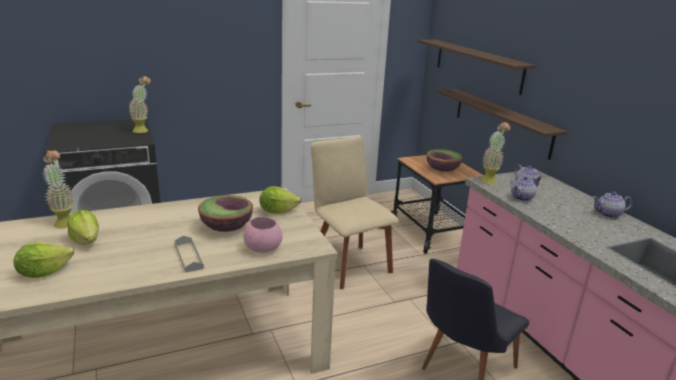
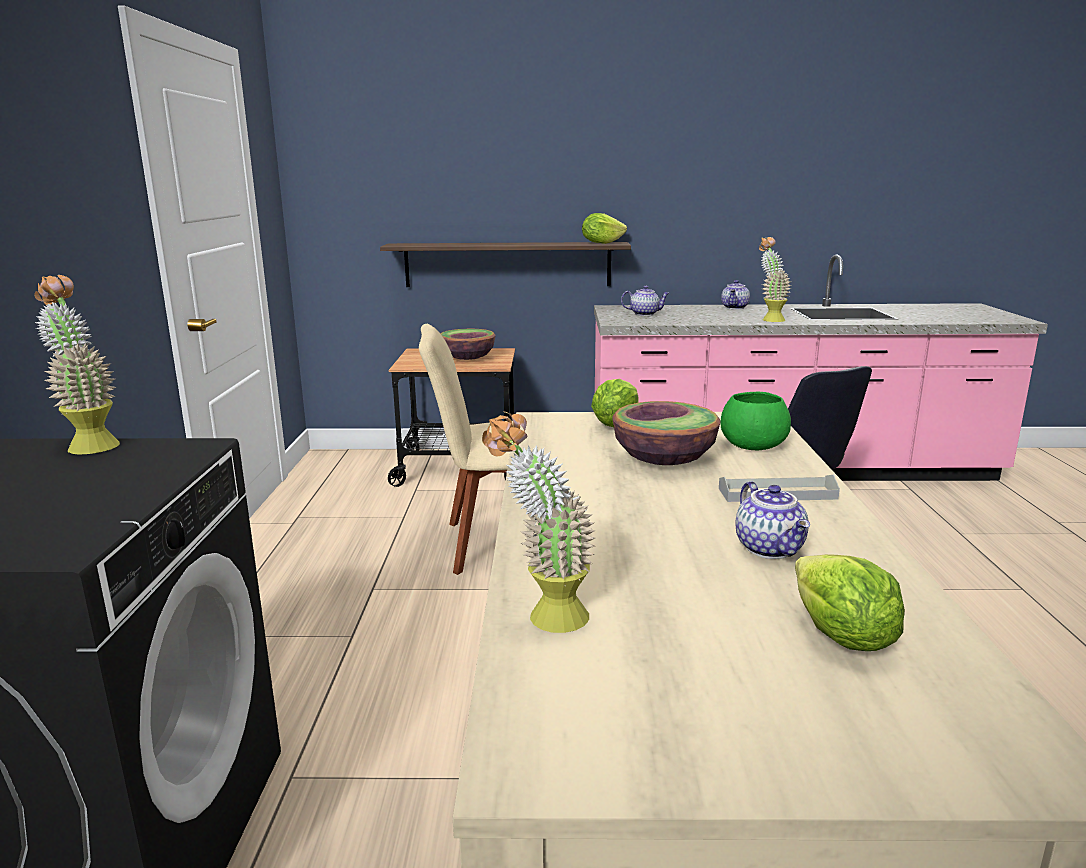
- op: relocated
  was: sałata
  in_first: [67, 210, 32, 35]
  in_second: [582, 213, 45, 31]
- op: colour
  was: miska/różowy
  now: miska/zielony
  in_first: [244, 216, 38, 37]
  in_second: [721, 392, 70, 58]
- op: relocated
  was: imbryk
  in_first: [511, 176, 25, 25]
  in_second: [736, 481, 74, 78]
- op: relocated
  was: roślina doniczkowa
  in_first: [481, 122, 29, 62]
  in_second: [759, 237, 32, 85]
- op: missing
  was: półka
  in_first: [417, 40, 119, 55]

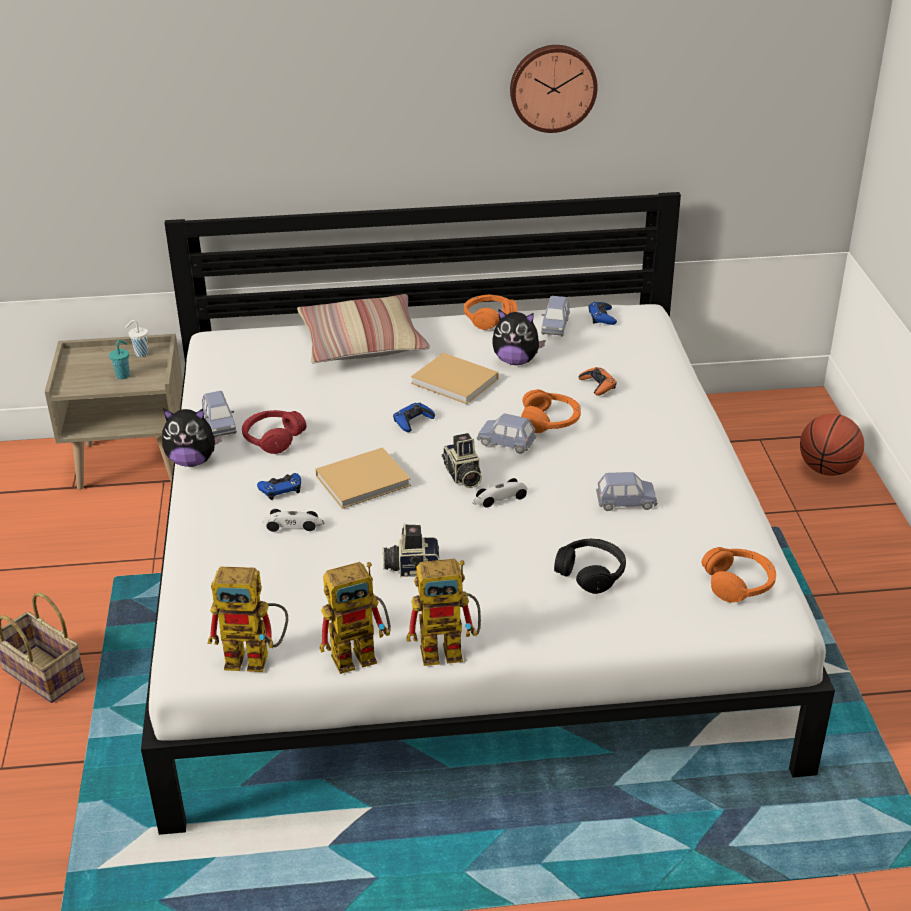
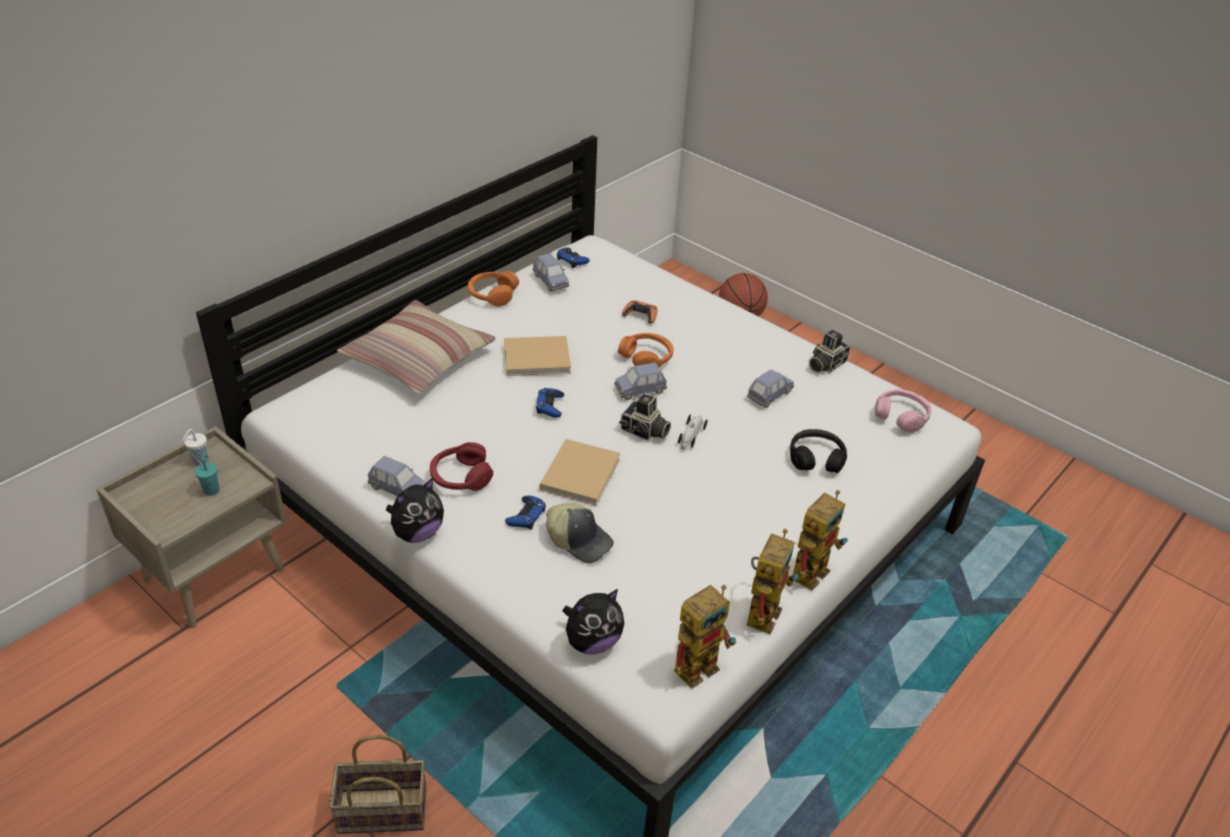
- op: exchanged
  was: samochodzik
  now: czapka z daszkiem
  in_first: [263, 509, 61, 23]
  in_second: [546, 503, 68, 60]
- op: relocated
  was: pluszak
  in_first: [492, 309, 54, 56]
  in_second: [563, 589, 61, 66]
- op: relocated
  was: aparat fotograficzny
  in_first: [383, 523, 56, 54]
  in_second: [809, 330, 41, 43]
- op: colour
  was: słuchawki/pomarańczowy
  now: słuchawki/różowy
  in_first: [702, 547, 74, 56]
  in_second: [875, 389, 56, 44]
- op: missing
  was: zegar ścienny
  in_first: [510, 45, 88, 88]

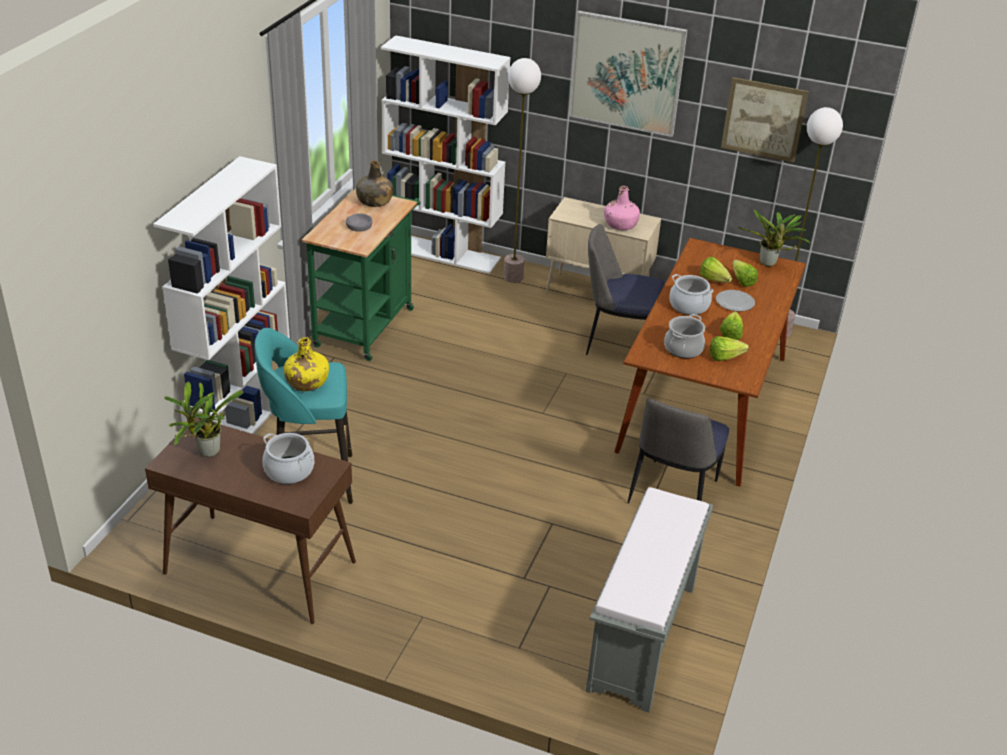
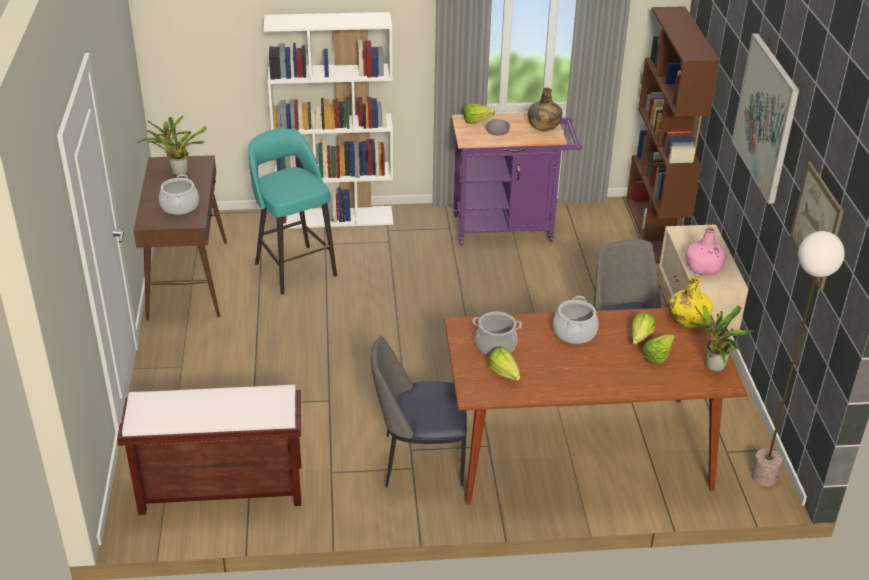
- op: colour
  was: ławka/szary
  now: ławka/brązowy
  in_first: [586, 487, 127, 226]
  in_second: [117, 385, 184, 130]
- op: colour
  was: wózek/zielony
  now: wózek/fioletowy
  in_first: [302, 188, 118, 173]
  in_second: [452, 113, 130, 132]
- op: relocated
  was: sałata
  in_first: [720, 311, 23, 29]
  in_second: [464, 104, 31, 20]
- op: colour
  was: regał/biały
  now: regał/brązowy
  in_first: [381, 35, 130, 239]
  in_second: [626, 6, 94, 258]
- op: relocated
  was: butelka/żółty
  in_first: [284, 337, 45, 54]
  in_second: [668, 276, 45, 52]
- op: missing
  was: lampa stojąca
  in_first: [504, 58, 37, 225]
- op: missing
  was: talerz
  in_first: [716, 290, 39, 21]

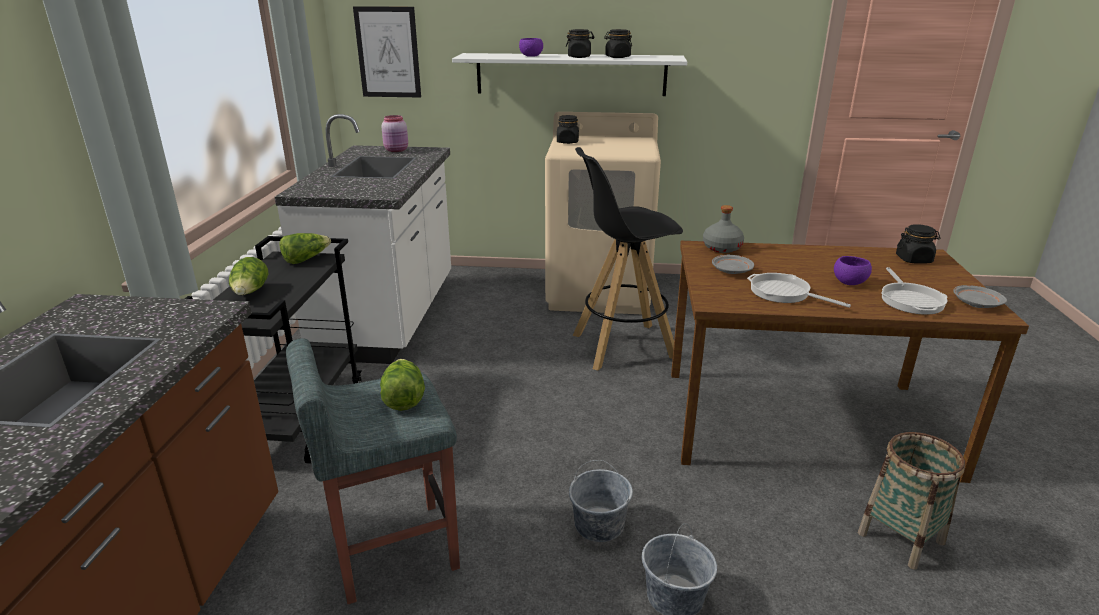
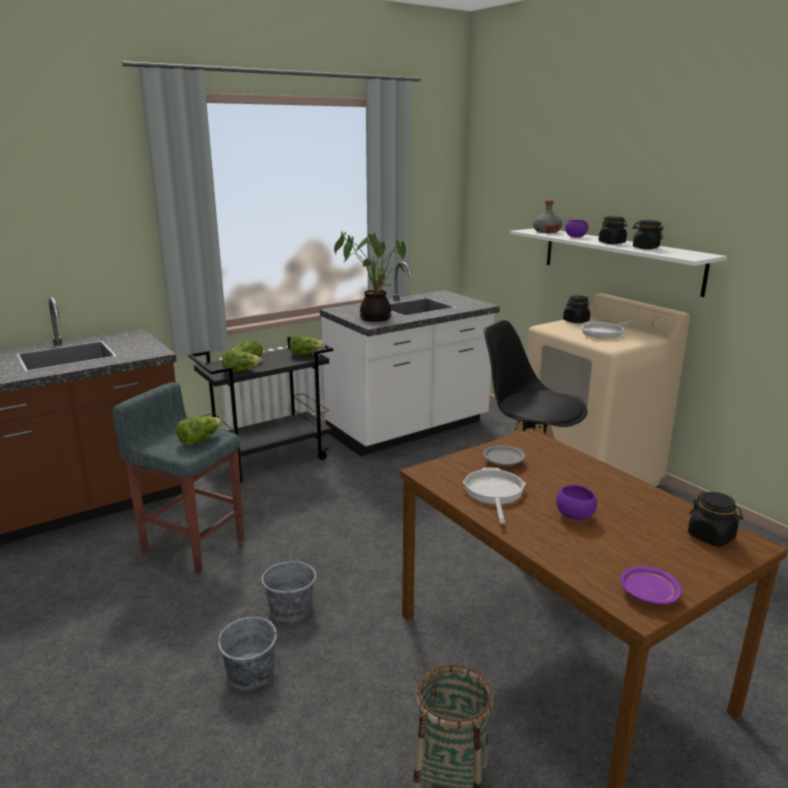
- op: appeared
  now: sałata
  in_second: [222, 350, 40, 23]
- op: appeared
  now: roślina doniczkowa
  in_second: [334, 232, 72, 90]
- op: relocated
  was: butelka/szary
  in_first: [703, 205, 41, 48]
  in_second: [533, 200, 29, 33]
- op: relocated
  was: patelnia
  in_first: [882, 267, 66, 48]
  in_second: [582, 320, 52, 18]
- op: colour
  was: talerz/szary
  now: talerz/fioletowy
  in_first: [953, 285, 54, 23]
  in_second: [620, 566, 62, 38]
- op: missing
  was: obraz
  in_first: [353, 6, 68, 91]
- op: missing
  was: słoik/różowy
  in_first: [381, 115, 27, 37]

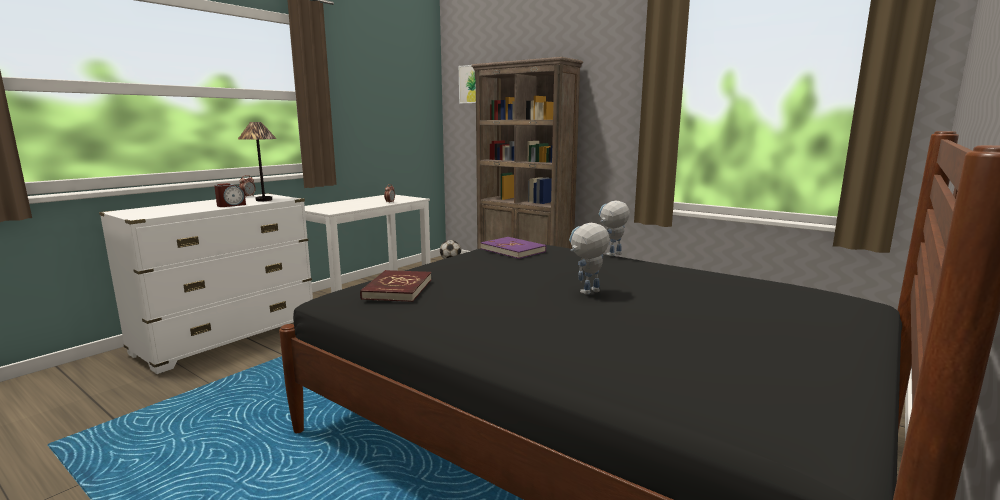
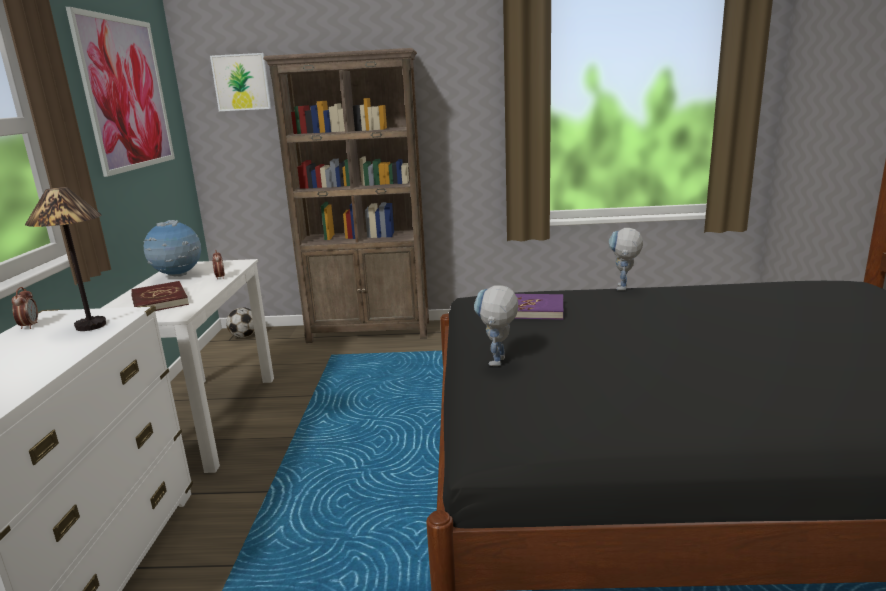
- op: appeared
  now: obraz
  in_second: [66, 7, 109, 170]
- op: relocated
  was: książka/czerwony
  in_first: [360, 270, 72, 32]
  in_second: [132, 281, 57, 30]
- op: appeared
  now: globus
  in_second: [144, 220, 57, 57]
- op: relocated
  was: robot zabawkowy
  in_first: [569, 223, 41, 72]
  in_second: [474, 285, 45, 81]
- op: missing
  was: budzik
  in_first: [214, 183, 32, 24]

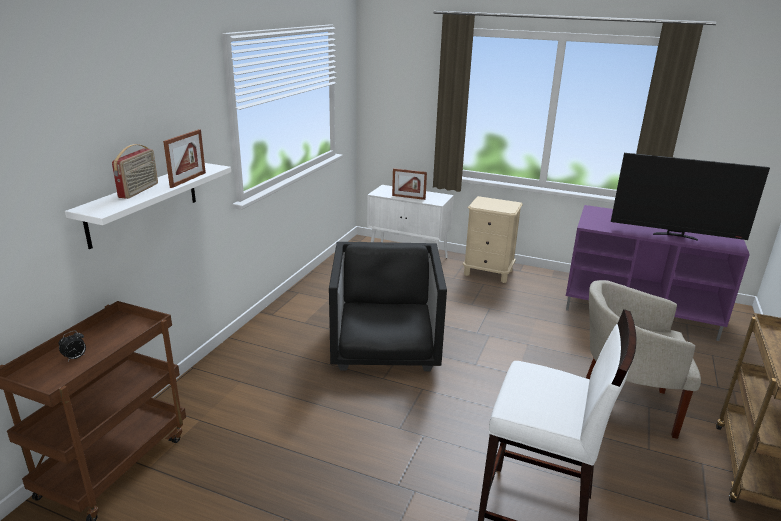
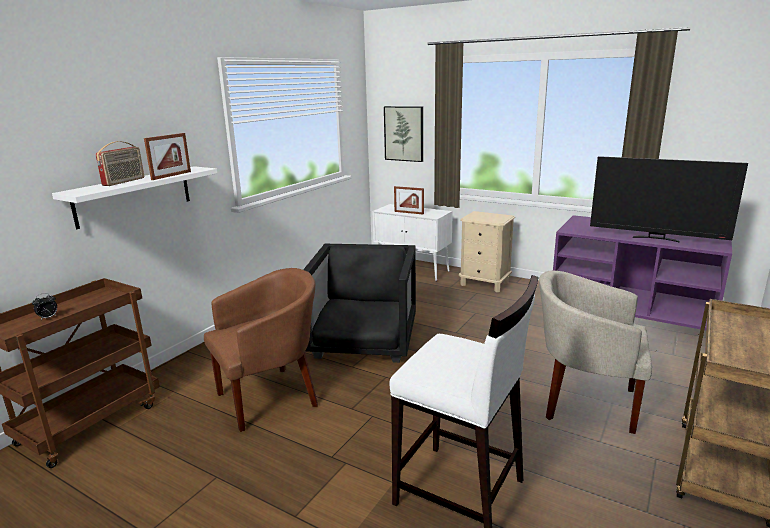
- op: appeared
  now: fotel/brązowy
  in_second: [204, 268, 114, 164]
- op: appeared
  now: obraz
  in_second: [384, 106, 39, 56]

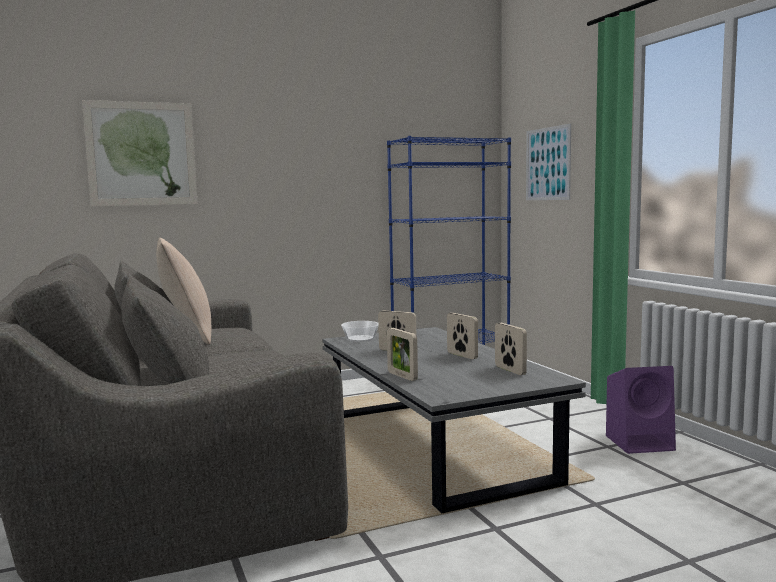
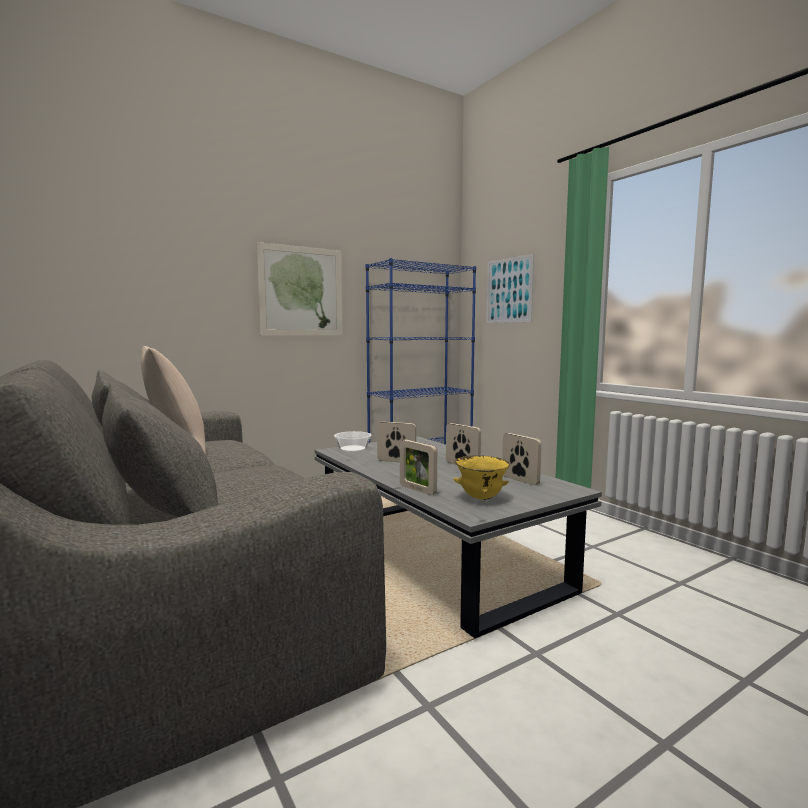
- op: relocated
  was: obraz
  in_first: [82, 100, 116, 107]
  in_second: [257, 242, 86, 94]
- op: appeared
  now: miska/żółty
  in_second: [453, 455, 57, 45]
- op: missing
  was: głośnik/fioletowy
  in_first: [606, 366, 70, 88]

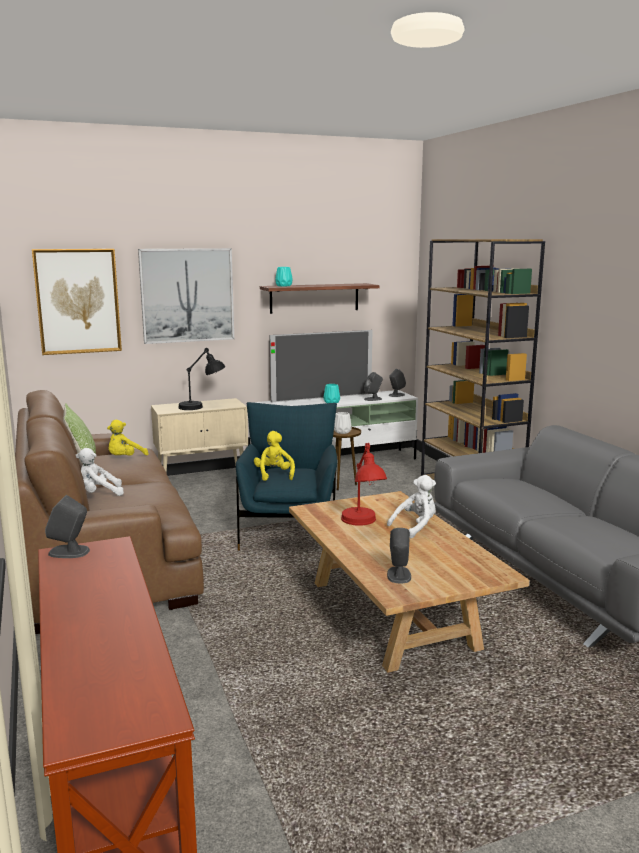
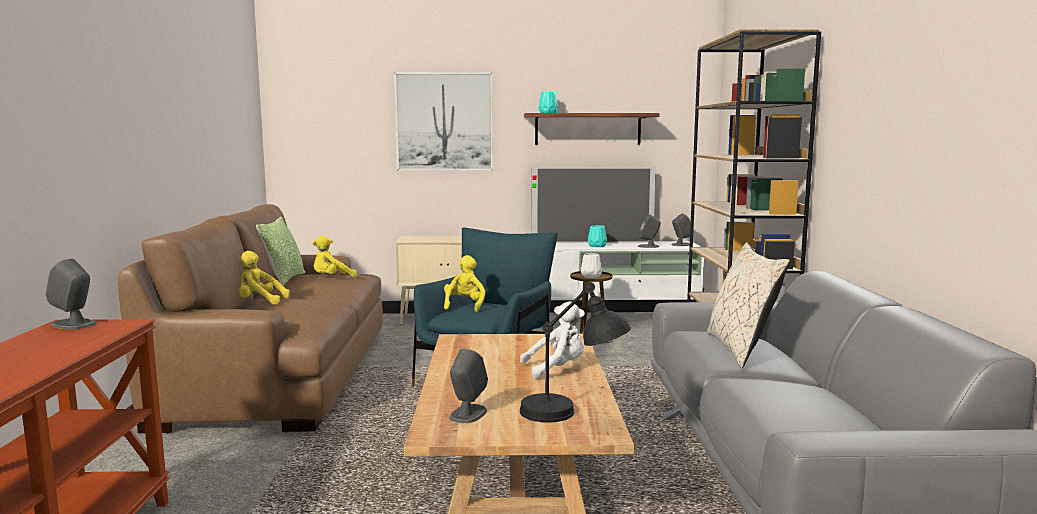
- op: colour
  was: pluszak/biały
  now: pluszak/żółty
  in_first: [76, 448, 48, 48]
  in_second: [239, 251, 51, 54]
- op: relocated
  was: lampa stołowa/czarny
  in_first: [178, 348, 48, 62]
  in_second: [520, 282, 111, 141]
- op: appeared
  now: poduszka/beżowy
  in_second: [707, 243, 83, 125]
- op: missing
  was: obraz
  in_first: [32, 249, 90, 106]
- op: missing
  was: lampa stołowa/czerwony
  in_first: [341, 443, 46, 83]

